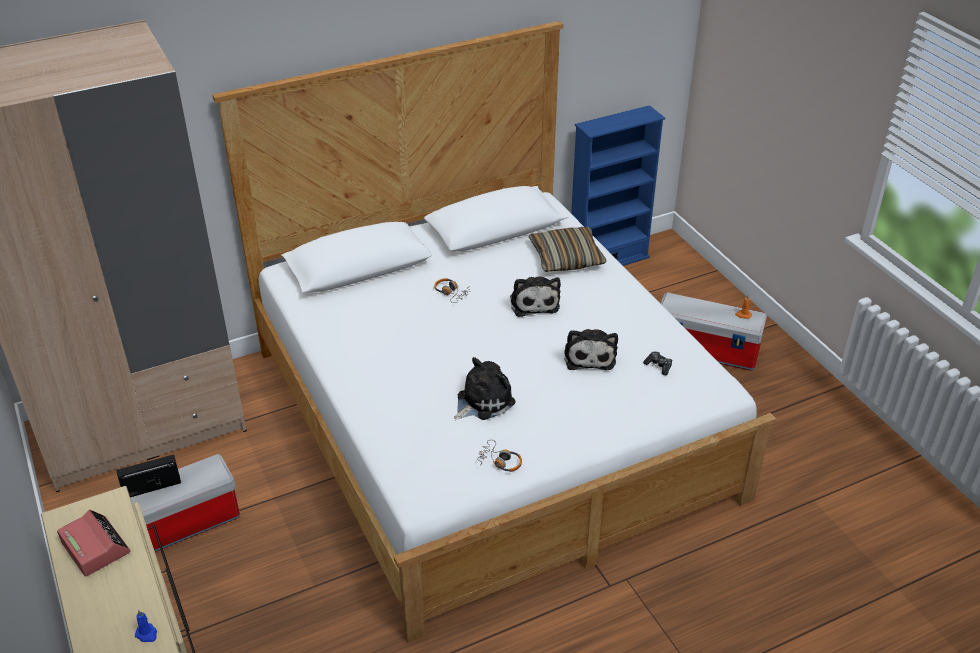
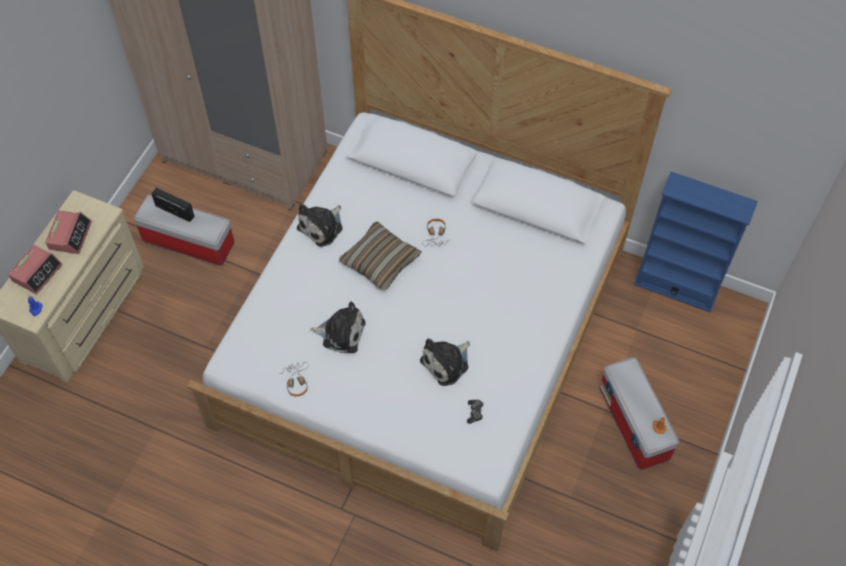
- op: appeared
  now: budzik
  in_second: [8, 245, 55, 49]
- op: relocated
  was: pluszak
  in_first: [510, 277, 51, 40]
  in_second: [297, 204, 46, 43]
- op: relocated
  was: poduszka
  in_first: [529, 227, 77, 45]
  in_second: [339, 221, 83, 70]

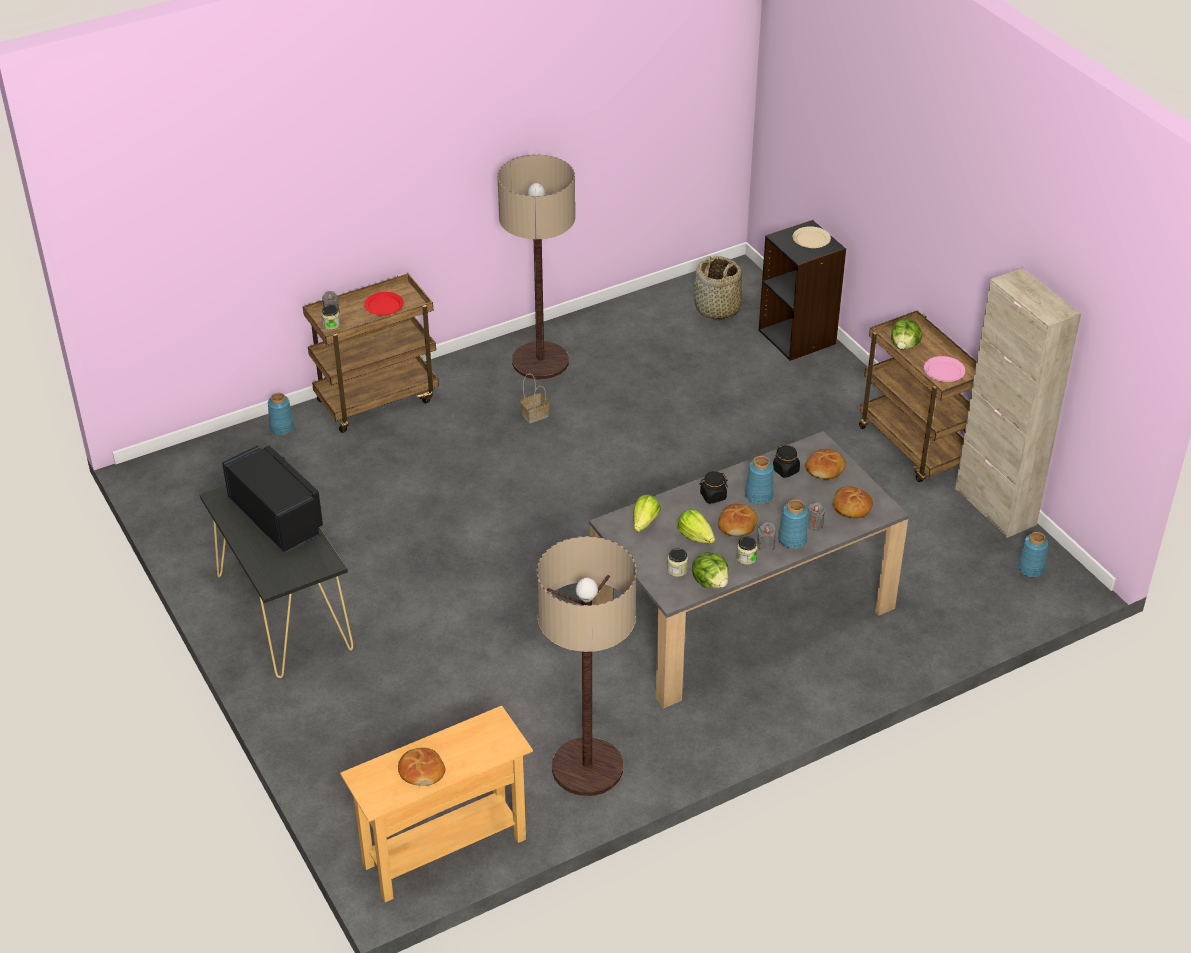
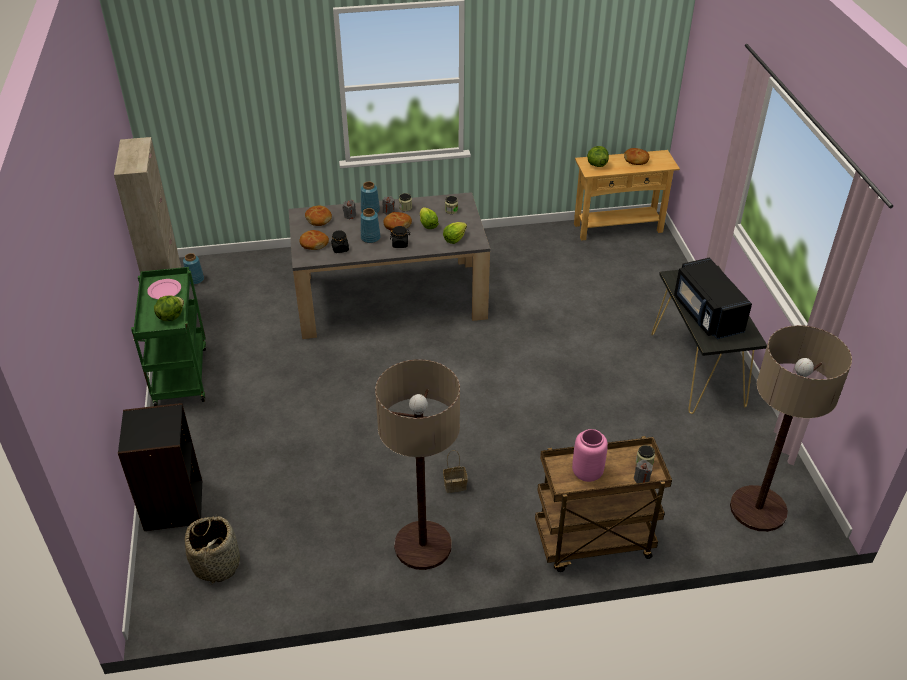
- op: colour
  was: wózek/brązowy
  now: wózek/zielony
  in_first: [859, 311, 118, 171]
  in_second: [131, 267, 75, 139]
- op: exchanged
  was: talerz/czerwony
  now: wazon/różowy
  in_first: [364, 292, 40, 23]
  in_second: [572, 429, 36, 53]
- op: relocated
  was: sałata
  in_first: [692, 552, 37, 36]
  in_second: [587, 146, 22, 21]
- op: relocated
  was: lampa stojąca
  in_first: [537, 536, 100, 260]
  in_second: [730, 325, 122, 207]
- op: missing
  was: wazon/niebieski
  in_first: [268, 393, 26, 42]
- op: missing
  was: talerz/beżowy
  in_first: [793, 226, 38, 22]

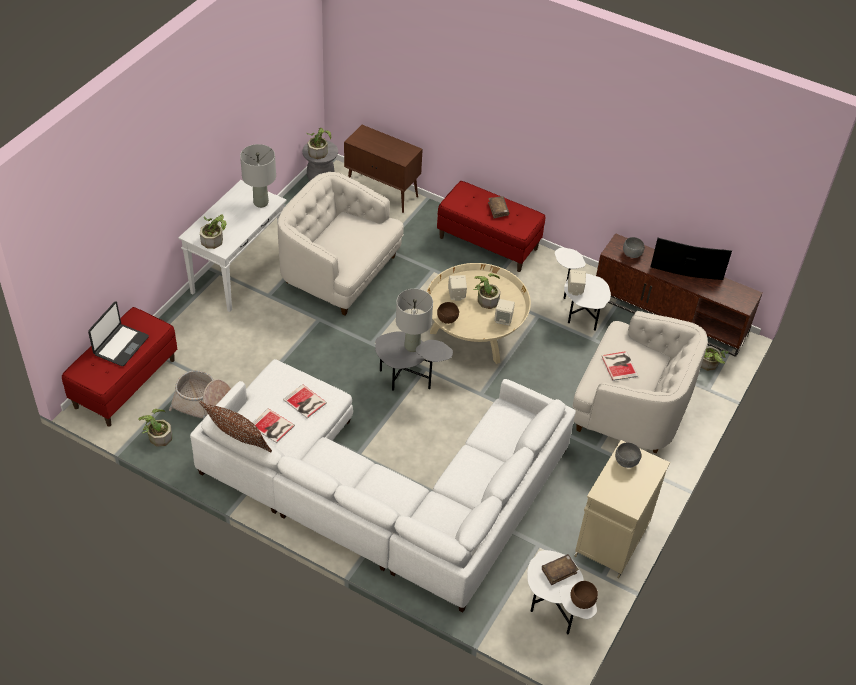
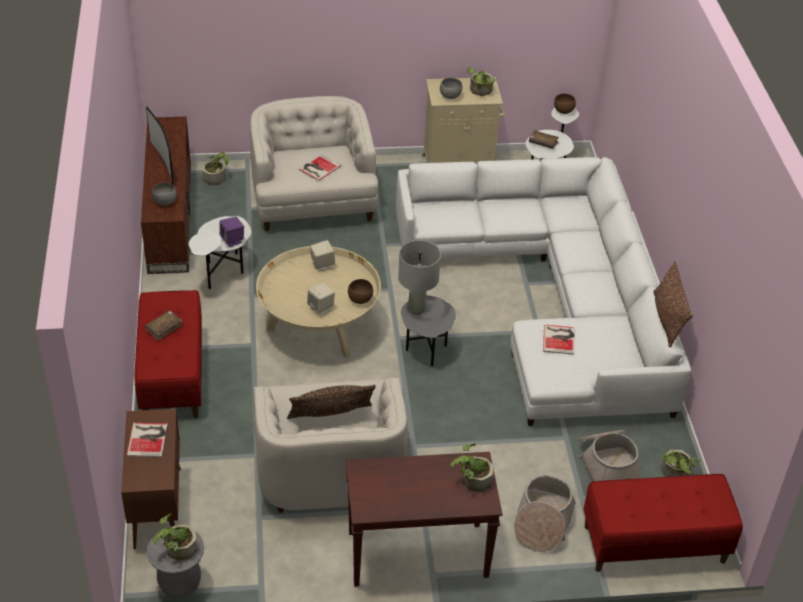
- op: relocated
  was: książka
  in_first: [253, 408, 42, 35]
  in_second: [126, 423, 41, 34]
- op: colour
  was: głośnik/beżowy
  now: głośnik/fioletowy
  in_first: [568, 270, 18, 26]
  in_second: [219, 217, 25, 30]
- op: appeared
  now: poduszka/brązowy
  in_second: [287, 385, 89, 34]
- op: colour
  was: stolik konsolowy/biały
  now: stolik konsolowy/brązowy
  in_first: [178, 180, 109, 132]
  in_second: [346, 452, 157, 135]
- op: relocated
  was: roślina doniczkowa
  in_first: [473, 273, 27, 36]
  in_second: [467, 66, 29, 30]
- op: appeared
  now: koszyk
  in_second: [514, 475, 62, 77]
- op: missing
  was: laptop
  in_first: [88, 301, 61, 65]
- op: missing
  was: lampa stołowa/szary
  in_first: [240, 144, 36, 64]

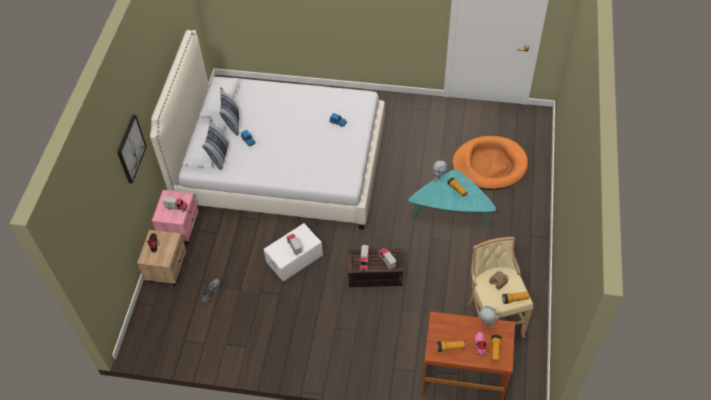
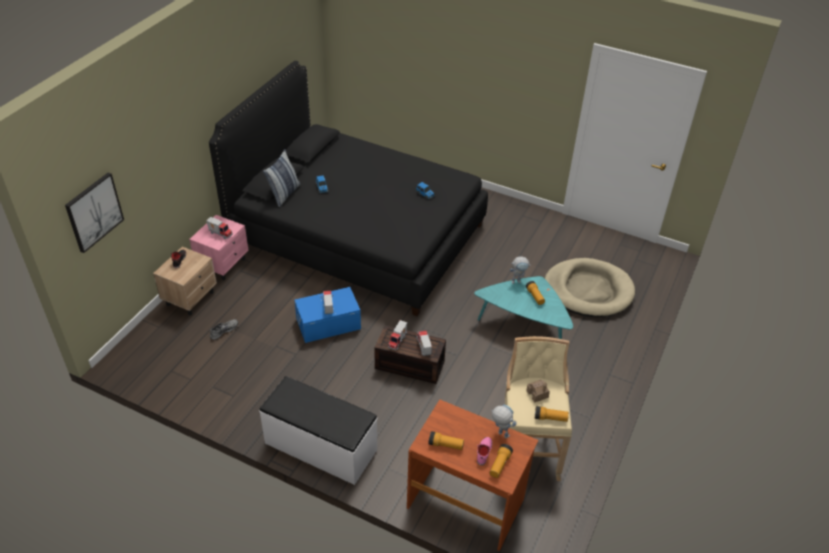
- op: relocated
  was: obraz
  in_first: [117, 115, 30, 69]
  in_second: [65, 172, 59, 81]
- op: colour
  was: łóżko/biały
  now: łóżko/czarny
  in_first: [150, 30, 235, 200]
  in_second: [209, 61, 279, 255]
- op: appeared
  now: ławka/biały
  in_second: [259, 376, 119, 109]
- op: colour
  was: pojemnik do przechowywania/biały
  now: pojemnik do przechowywania/niebieski
  in_first: [264, 223, 59, 58]
  in_second: [295, 287, 66, 56]
- op: colour
  was: legowisko/pomarańczowy
  now: legowisko/beżowy
  in_first: [452, 136, 76, 54]
  in_second: [545, 258, 90, 59]
- op: missing
  was: poduszka
  in_first: [219, 87, 20, 49]

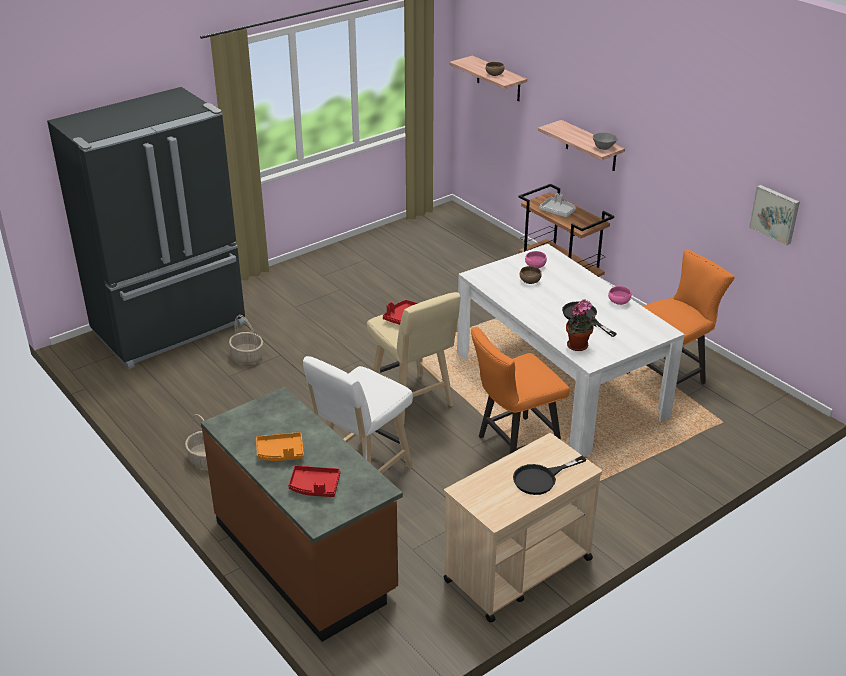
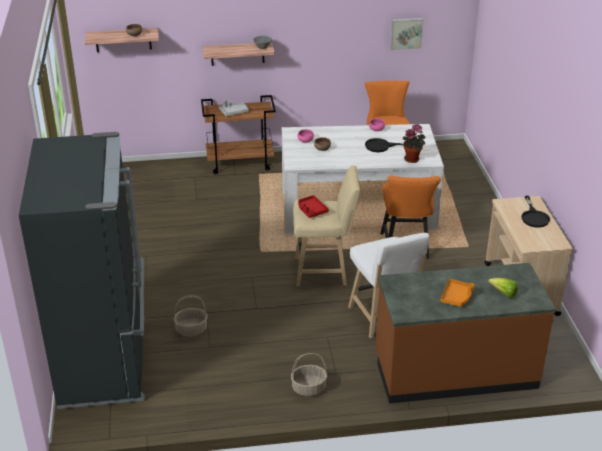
- op: exchanged
  was: taca/czerwony
  now: sałata
  in_first: [288, 465, 52, 32]
  in_second: [488, 278, 30, 20]

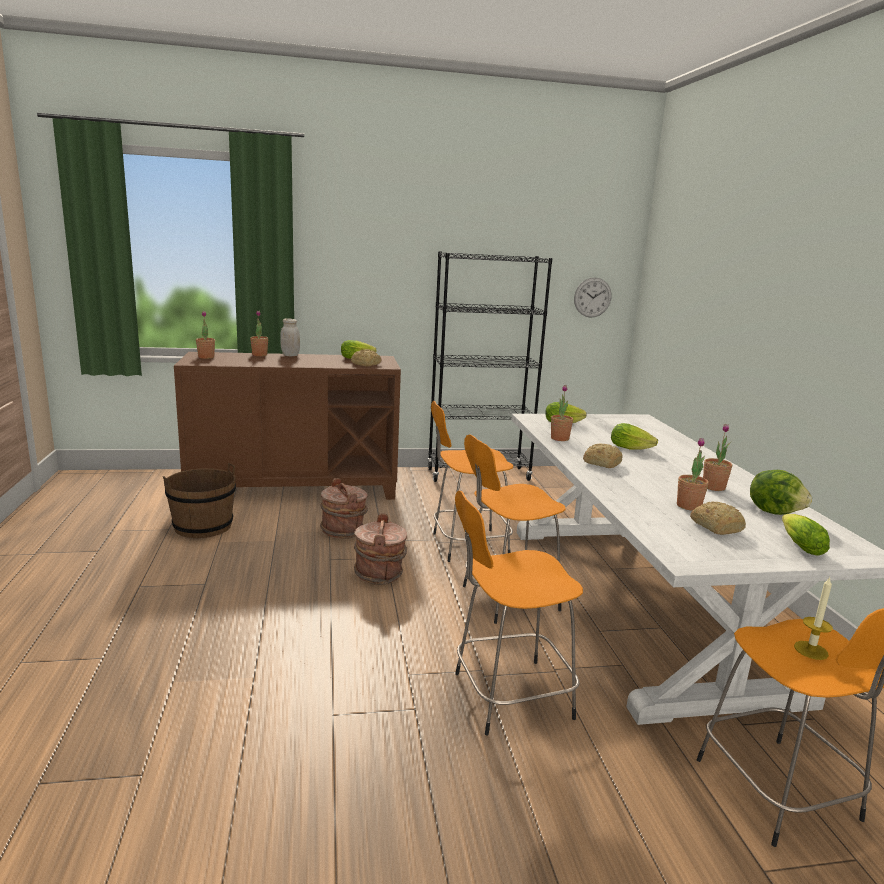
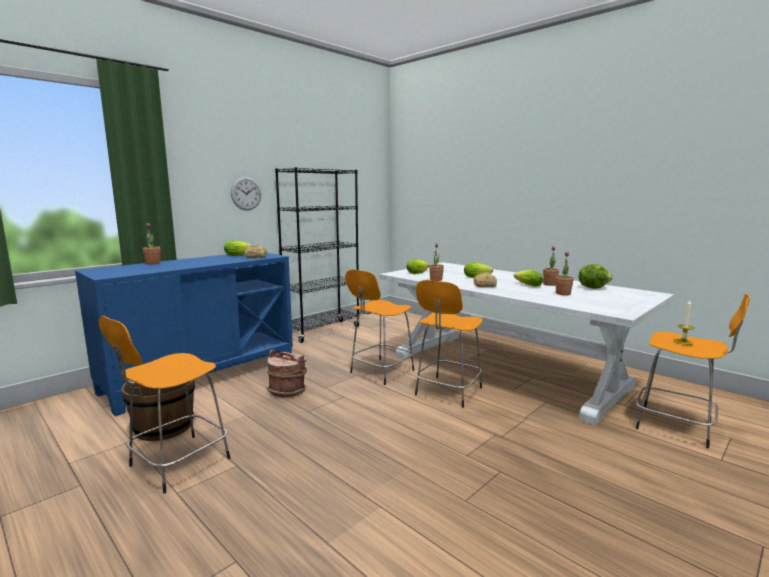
- op: colour
  was: szafka/brązowy
  now: szafka/niebieski
  in_first: [174, 352, 227, 148]
  in_second: [75, 253, 218, 163]
- op: relocated
  was: stołek/pomarańczowy
  in_first: [455, 491, 128, 244]
  in_second: [99, 316, 131, 177]
- op: relocated
  was: zegar ścienny
  in_first: [574, 278, 37, 40]
  in_second: [231, 177, 30, 34]
- op: relocated
  was: sałata
  in_first: [782, 514, 48, 42]
  in_second: [514, 270, 29, 16]
- op: missing
  was: roślina doniczkowa
  in_first: [196, 311, 19, 48]
- op: missing
  was: słoik/biały
  in_first: [280, 318, 20, 38]
- op: missing
  was: wiadro/brązowy
  in_first: [354, 513, 53, 72]
- op: missing
  was: chleb
  in_first: [690, 502, 56, 33]

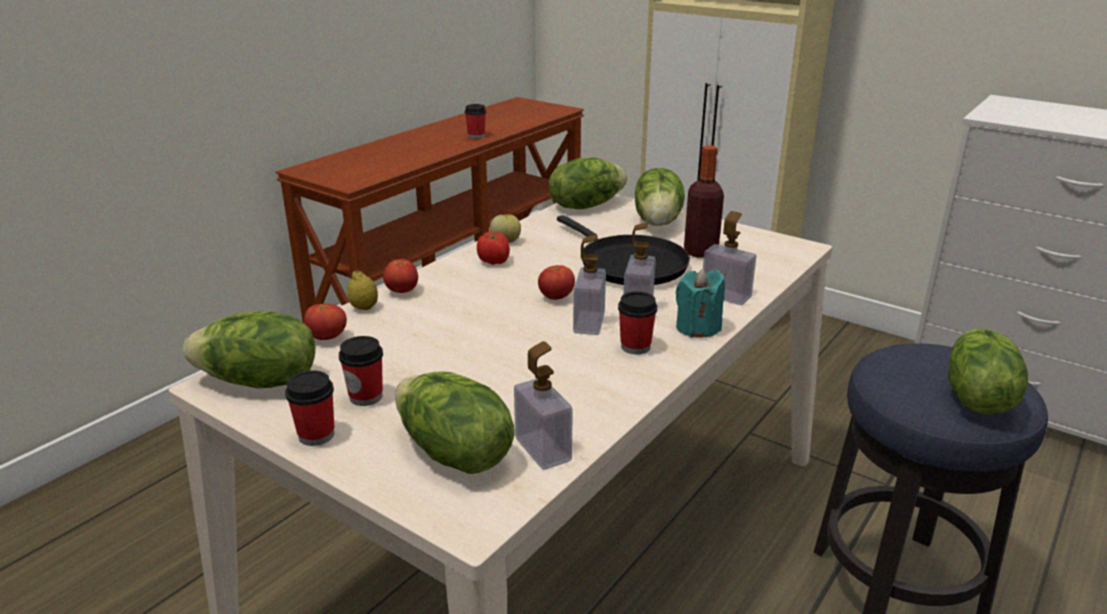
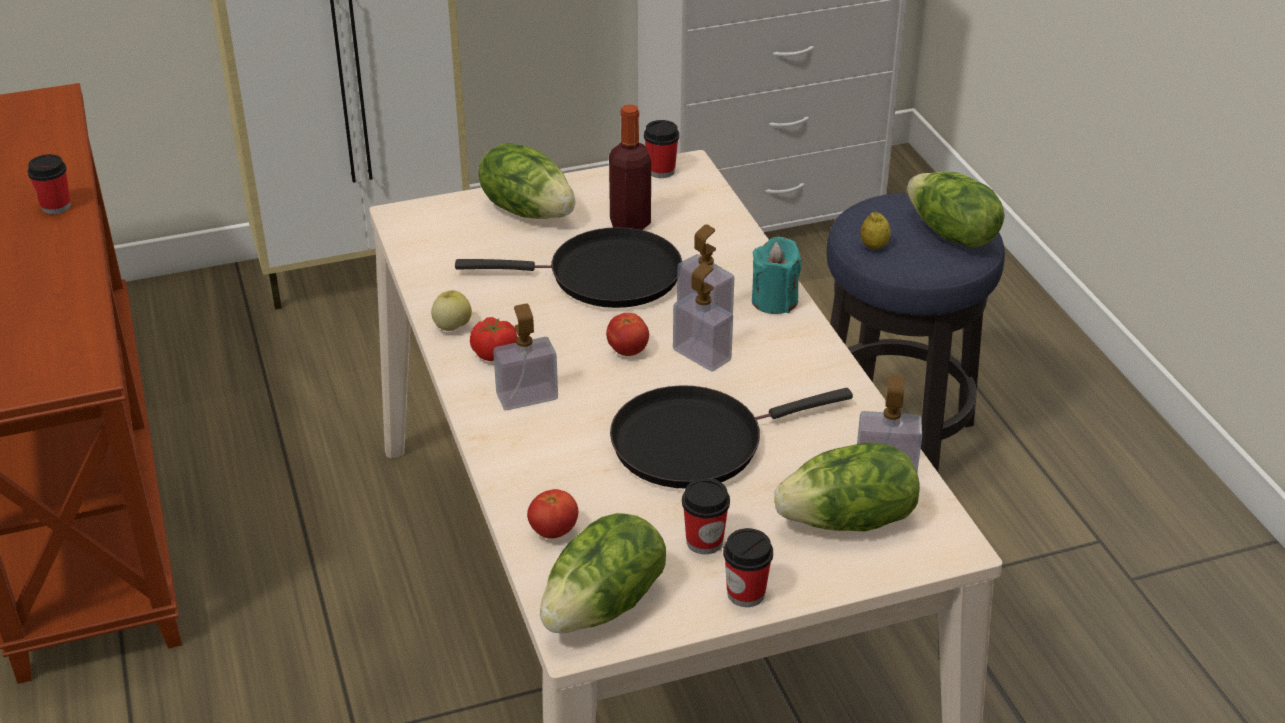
- op: relocated
  was: dozownik mydła
  in_first: [703, 211, 53, 94]
  in_second: [493, 304, 65, 106]
- op: appeared
  now: patelnia/czarny
  in_second: [610, 385, 243, 103]
- op: relocated
  was: filiżanka
  in_first: [618, 291, 39, 63]
  in_second: [644, 120, 35, 58]
- op: relocated
  was: cytryna
  in_first: [347, 271, 31, 39]
  in_second: [860, 212, 31, 37]
- op: missing
  was: pomidor
  in_first: [383, 259, 35, 34]
- op: missing
  was: sałata
  in_first: [549, 158, 78, 51]

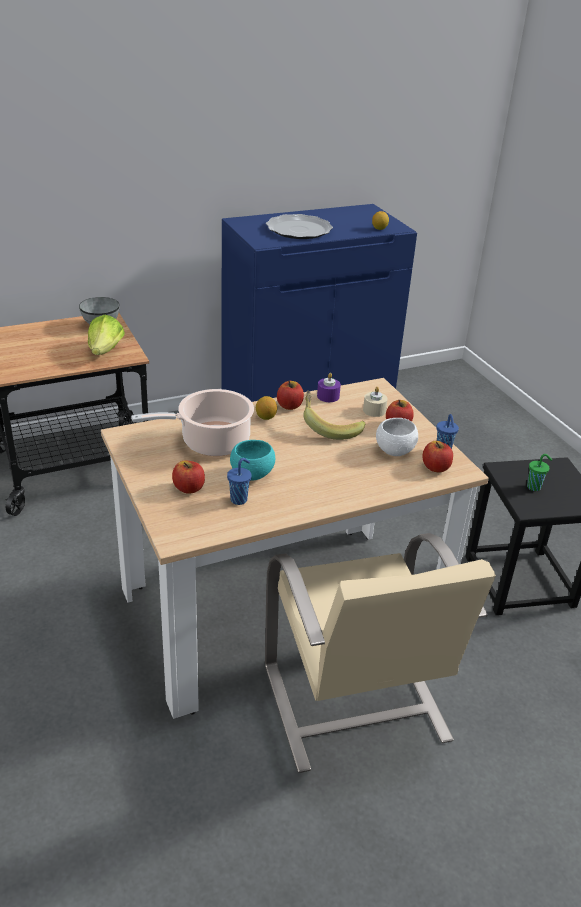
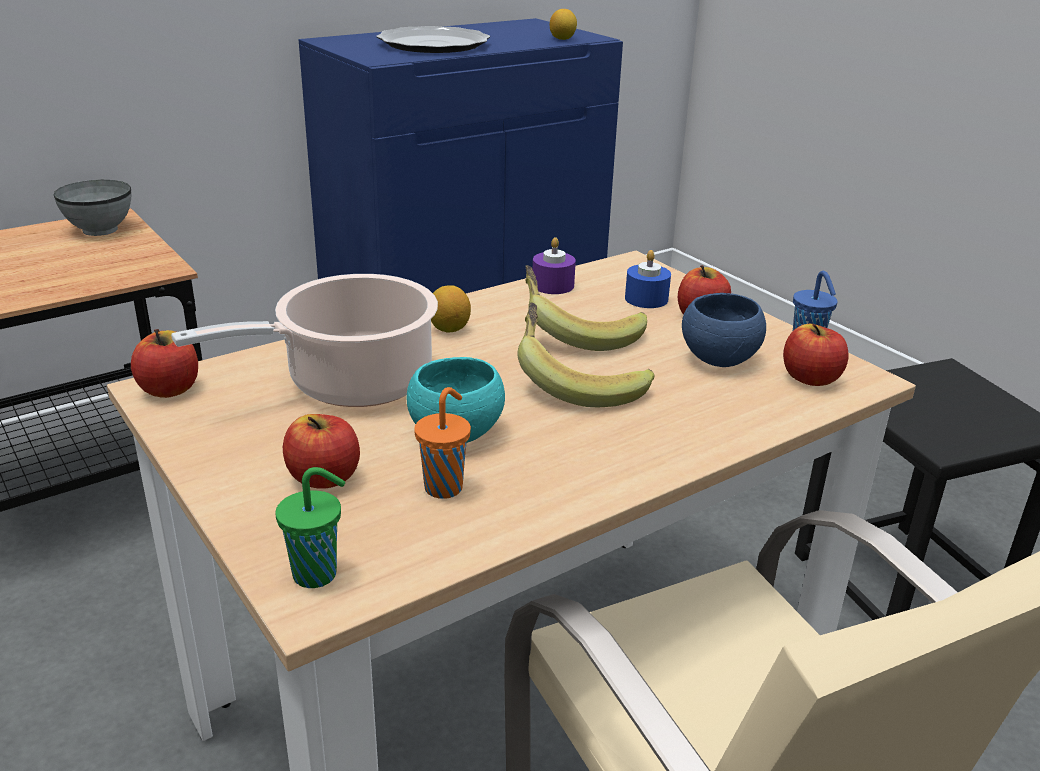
- op: relocated
  was: jabłko
  in_first: [277, 380, 27, 30]
  in_second: [131, 329, 67, 69]
- op: relocated
  was: filiżanka/zielony
  in_first: [527, 454, 25, 37]
  in_second: [275, 467, 70, 121]
- op: colour
  was: filiżanka/niebieski
  now: filiżanka/pomarańczowy
  in_first: [227, 458, 25, 47]
  in_second: [414, 387, 57, 112]
- op: appeared
  now: banan
  in_second: [517, 303, 138, 104]
- op: colour
  was: świeca/beżowy
  now: świeca/niebieski
  in_first: [363, 387, 25, 30]
  in_second: [625, 250, 46, 58]
- op: colour
  was: miska/biały
  now: miska/niebieski
  in_first: [376, 418, 42, 38]
  in_second: [682, 293, 84, 74]
- op: missing
  was: sałata
  in_first: [88, 315, 37, 40]

